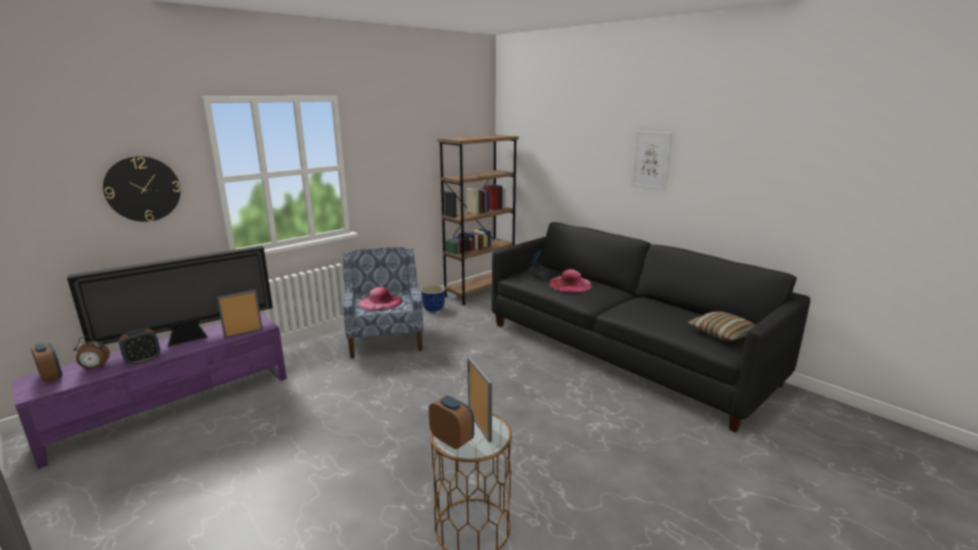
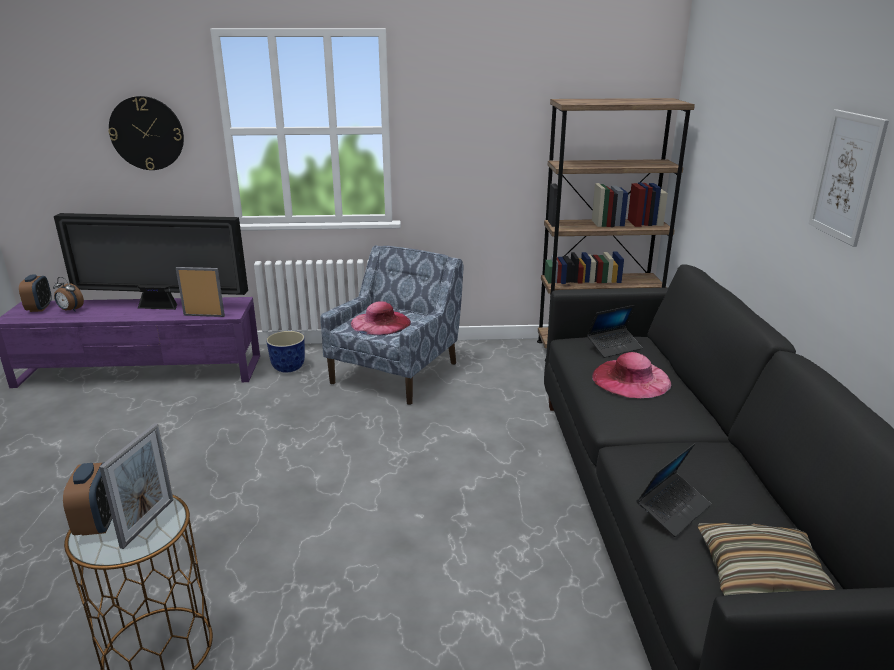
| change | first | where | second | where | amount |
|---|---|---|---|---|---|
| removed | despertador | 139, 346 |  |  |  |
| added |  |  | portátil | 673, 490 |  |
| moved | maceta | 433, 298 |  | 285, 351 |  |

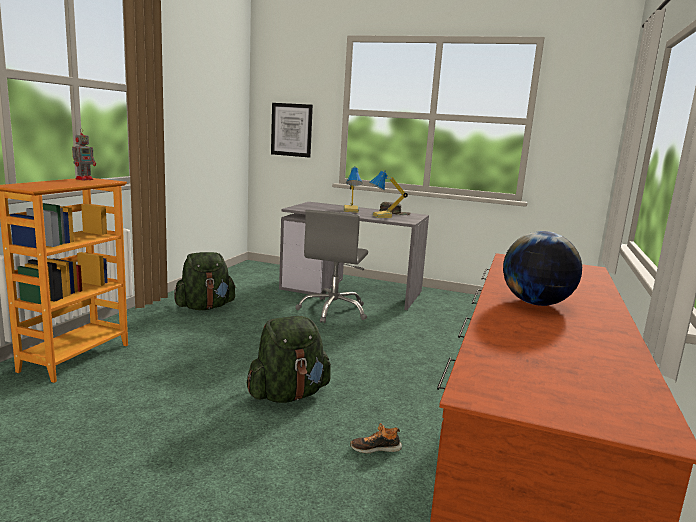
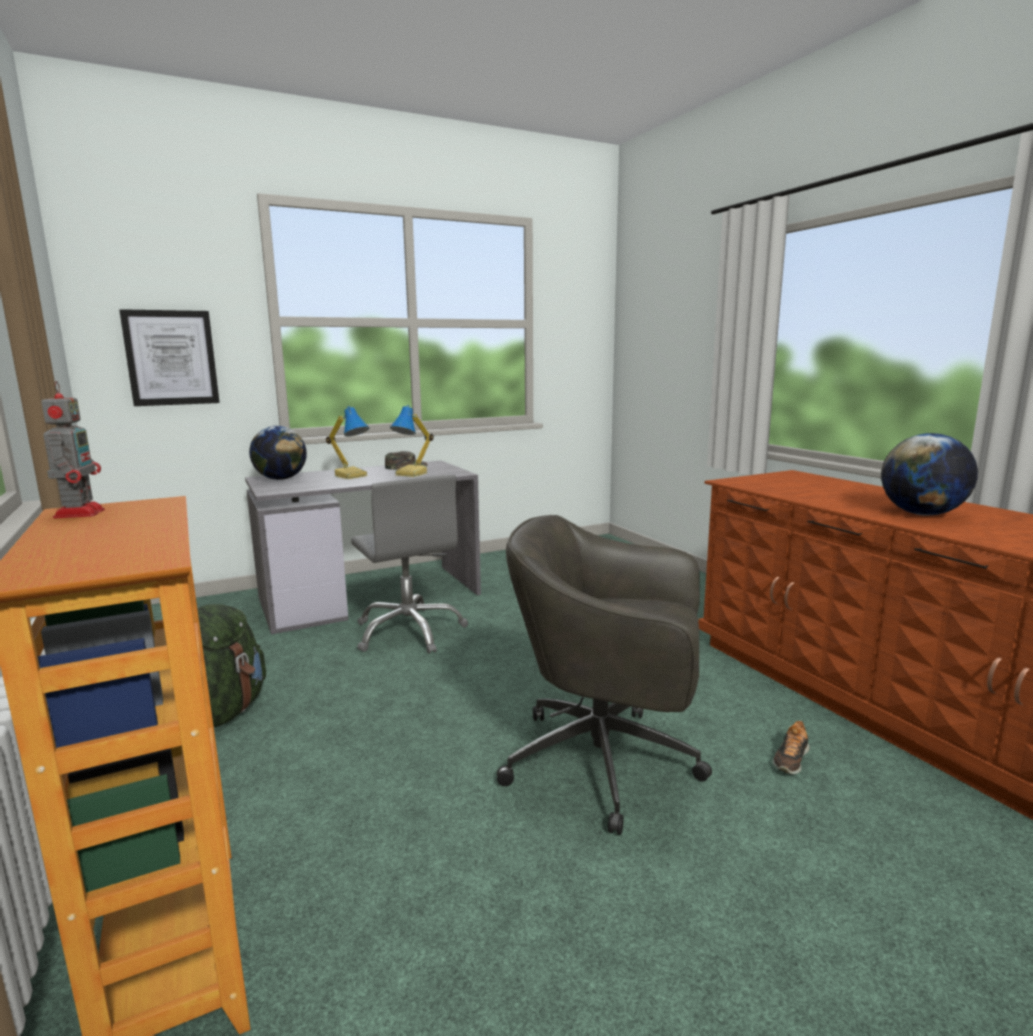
| change | first | where | second | where | amount |
|---|---|---|---|---|---|
| added |  |  | globo terráqueo | 278, 453 |  |
| replaced | mochila/verde | 289, 359 | silla de oficina/gris | 604, 675 |  |

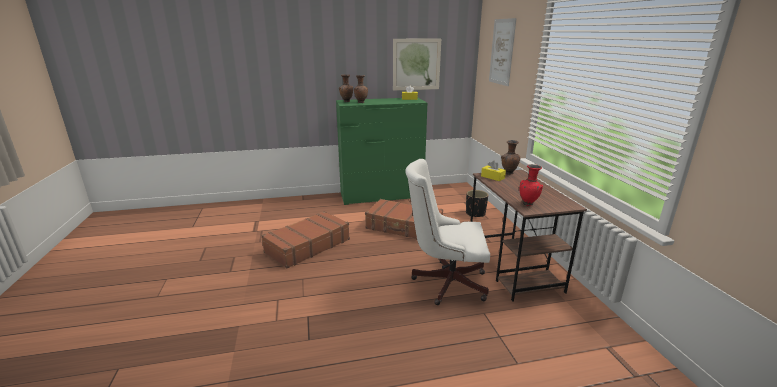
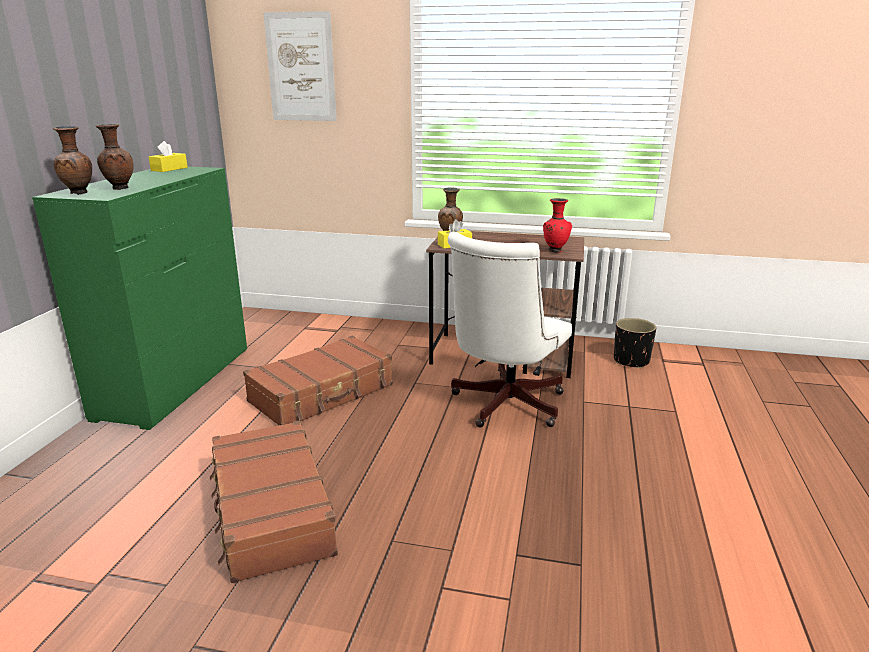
| change | first | where | second | where | amount |
|---|---|---|---|---|---|
| removed | cuadro | 417, 64 |  |  |  |
| moved | maceta/negro | 477, 203 |  | 635, 343 |  |

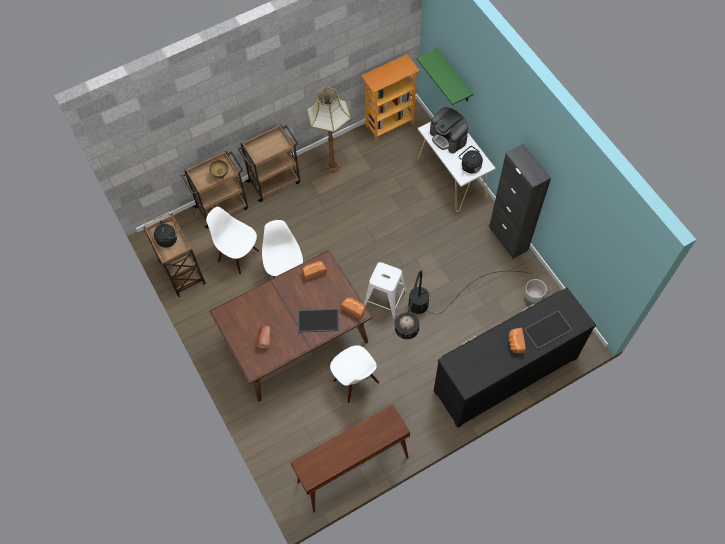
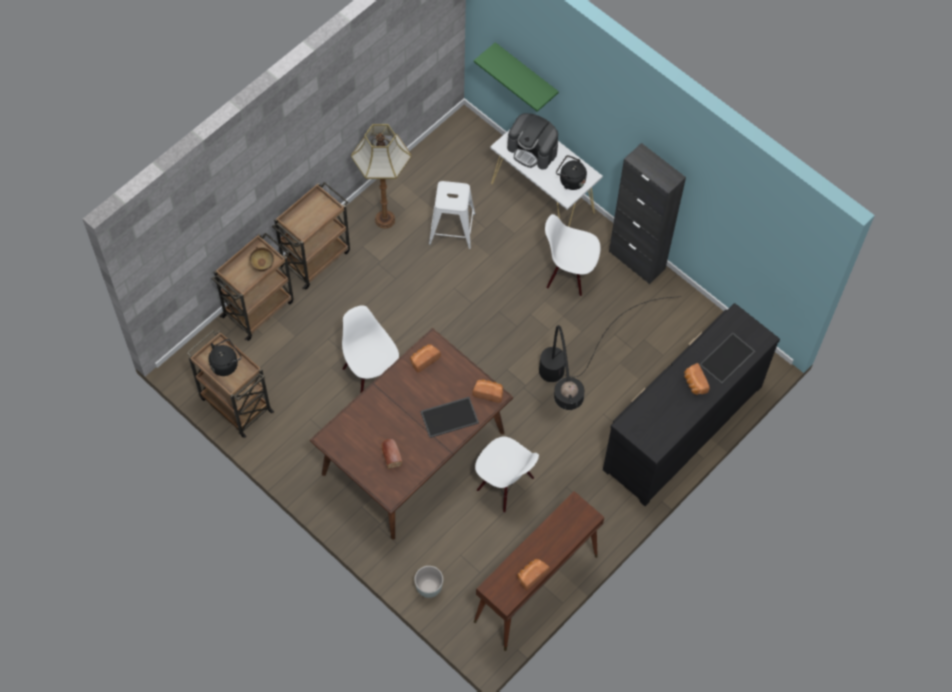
| change | first | where | second | where | amount |
|---|---|---|---|---|---|
| removed | estantería | 390, 98 |  |  |  |
| added |  |  | pan | 534, 574 |  |
| moved | silla/blanco | 232, 241 |  | 572, 255 |  |
| moved | taburete/blanco | 385, 290 |  | 452, 215 |  |
| moved | maceta/gris | 536, 291 |  | 428, 582 |  |

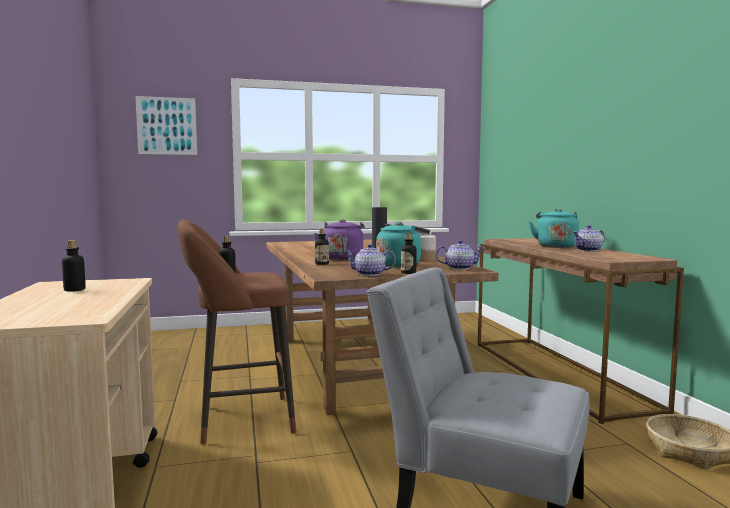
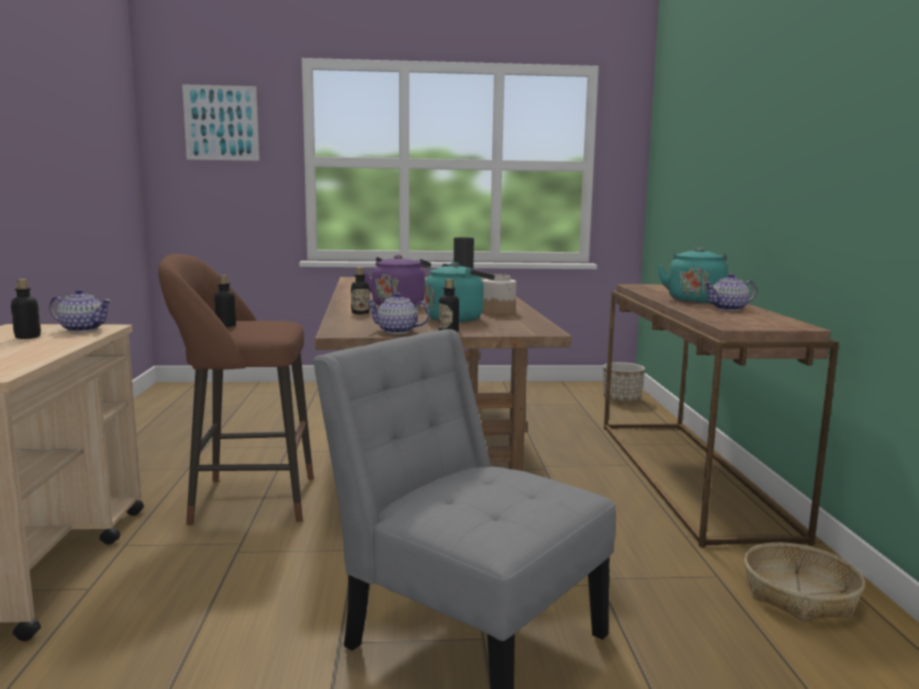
| change | first | where | second | where | amount |
|---|---|---|---|---|---|
| added |  |  | maceta | 624, 382 |  |
| moved | tetera | 460, 255 |  | 80, 310 |  |

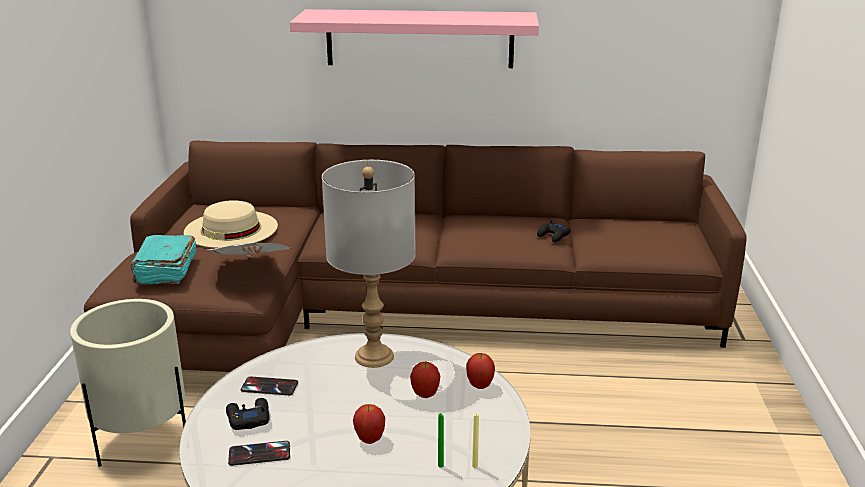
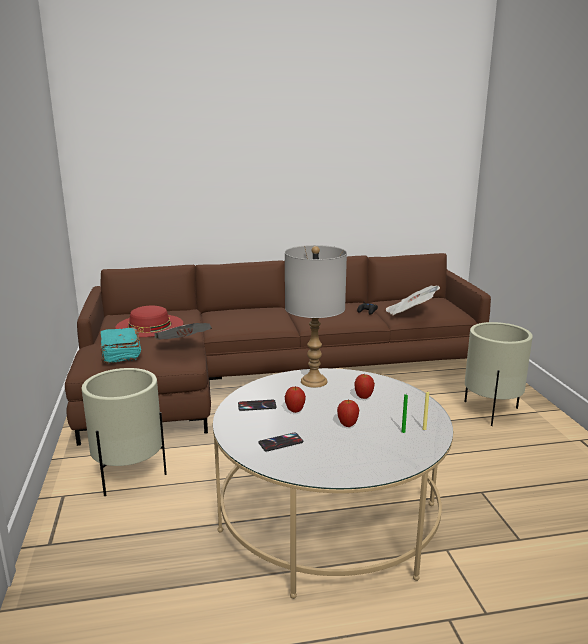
| change | first | where | second | where | amount |
|---|---|---|---|---|---|
| removed | mando de consola/negro | 248, 414 |  |  |  |
| removed | estante/rosa | 414, 38 |  |  |  |
| added |  |  | periódico | 412, 300 |  |
| added |  |  | maceta/beis | 498, 374 |  |
| moved | manzana | 480, 371 |  | 295, 400 |  |
| recoloured | sombrero/beis | 231, 224 | sombrero/rojo | 149, 321 |  |

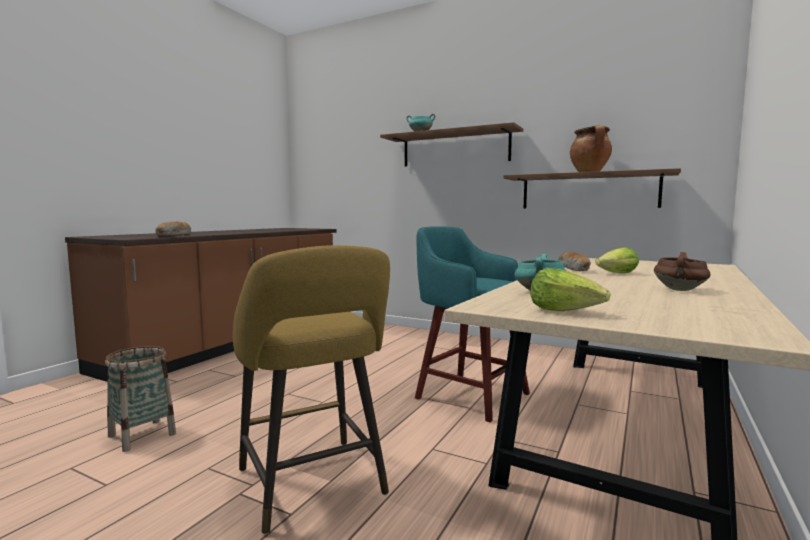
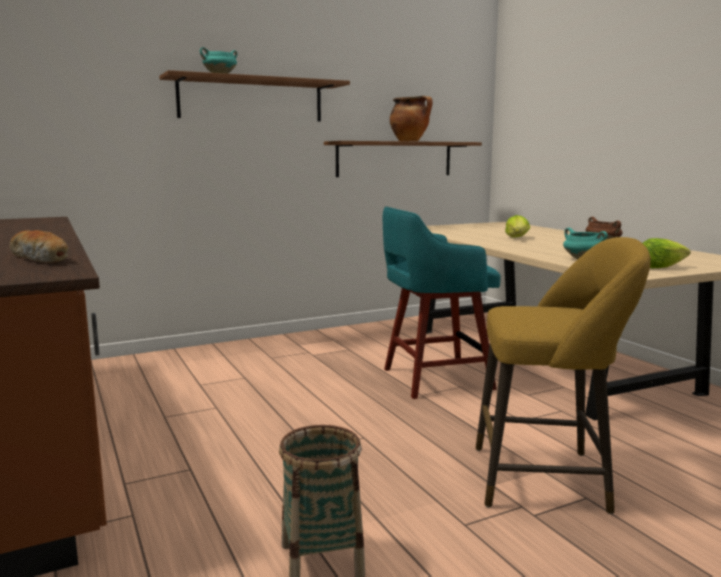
| change | first | where | second | where | amount |
|---|---|---|---|---|---|
| removed | pan | 574, 261 |  |  |  |

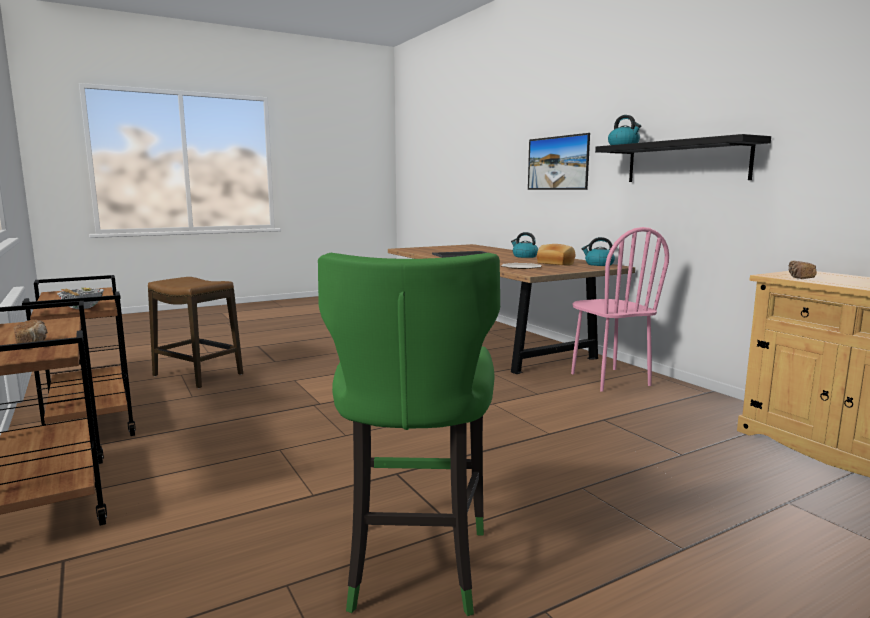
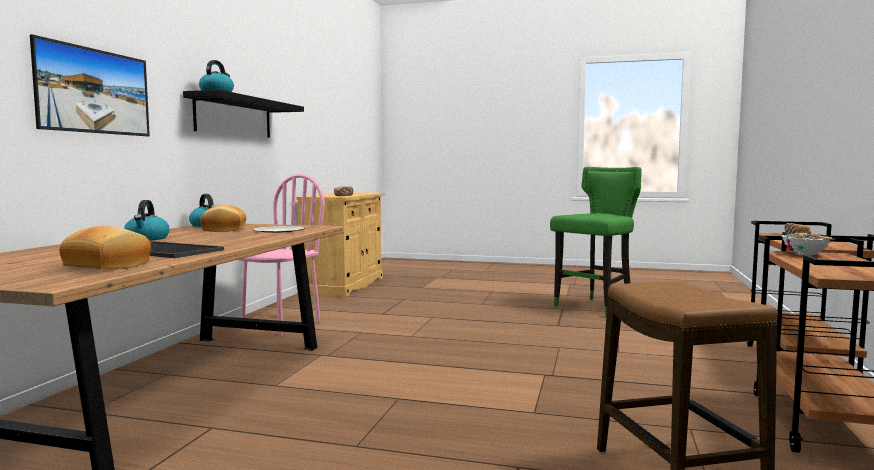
| change | first | where | second | where | amount |
|---|---|---|---|---|---|
| added |  |  | pan | 105, 248 |  |

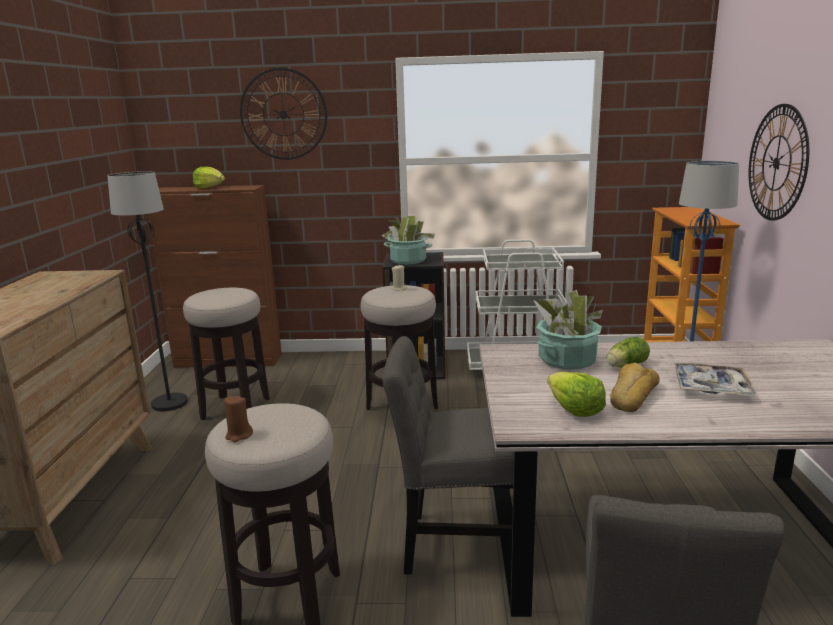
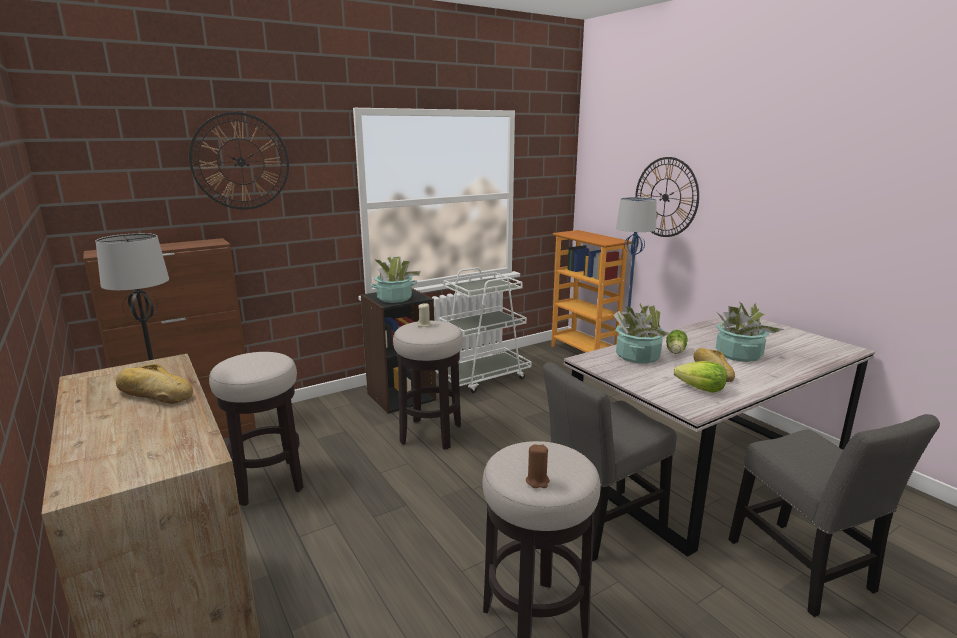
| change | first | where | second | where | amount |
|---|---|---|---|---|---|
| removed | lechuga | 209, 177 |  |  |  |
| added |  |  | pan | 154, 384 |  |
| replaced | bandeja | 715, 379 | planta en maceta | 750, 331 |  |

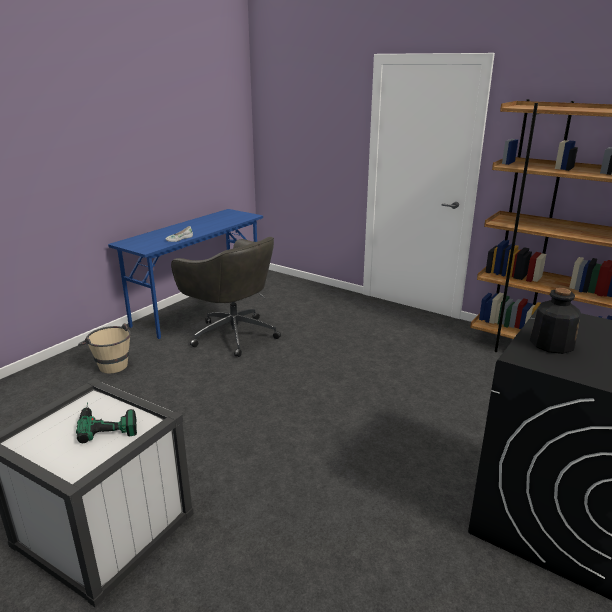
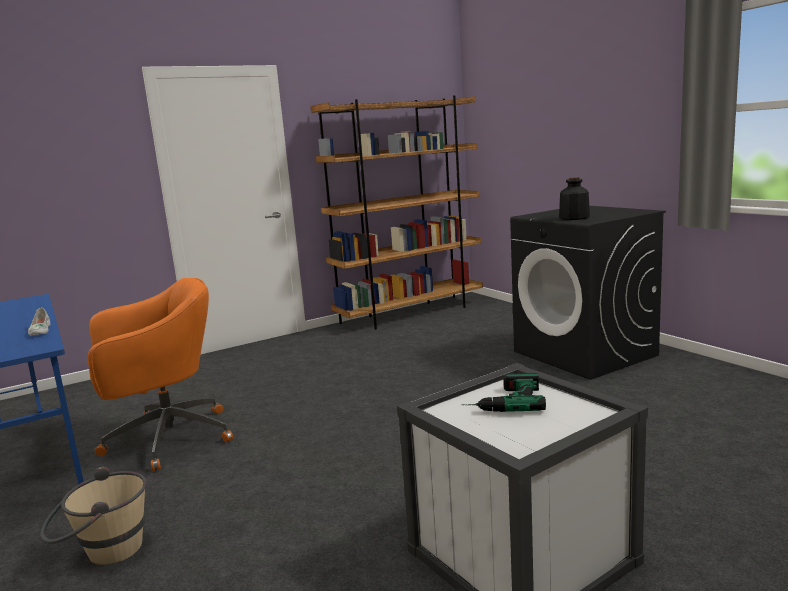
| change | first | where | second | where | amount |
|---|---|---|---|---|---|
| recoloured | silla de oficina/gris | 226, 297 | silla de oficina/naranja | 160, 375 |  |

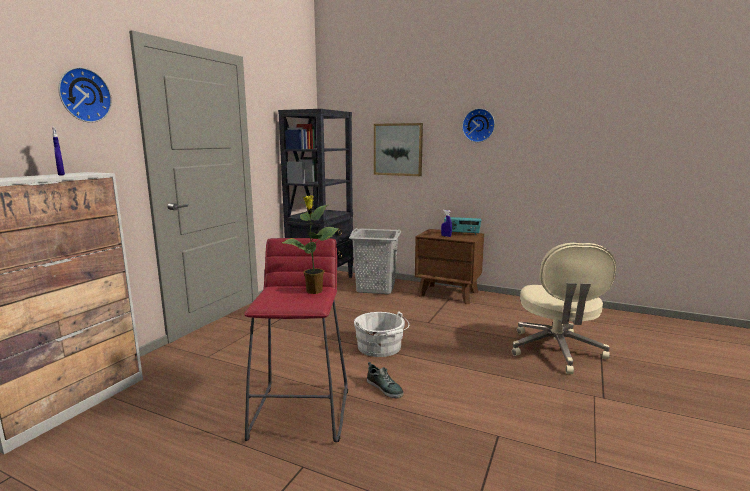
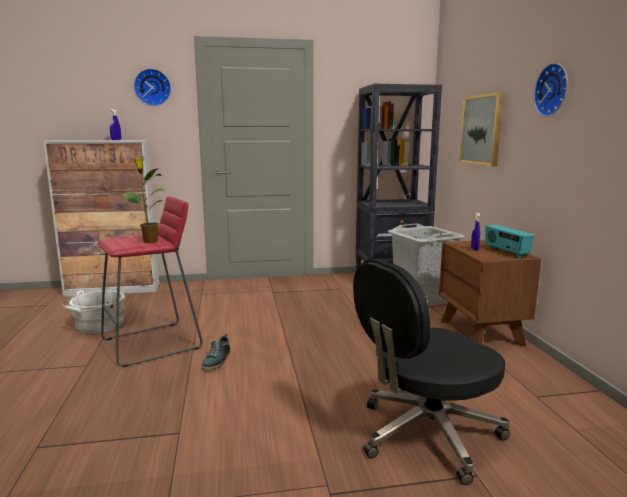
| change | first | where | second | where | amount |
|---|---|---|---|---|---|
| moved | cubo/blanco | 381, 334 |  | 93, 312 |  |
| recoloured | silla de oficina/beis | 564, 308 | silla de oficina/negro | 431, 371 |  |

